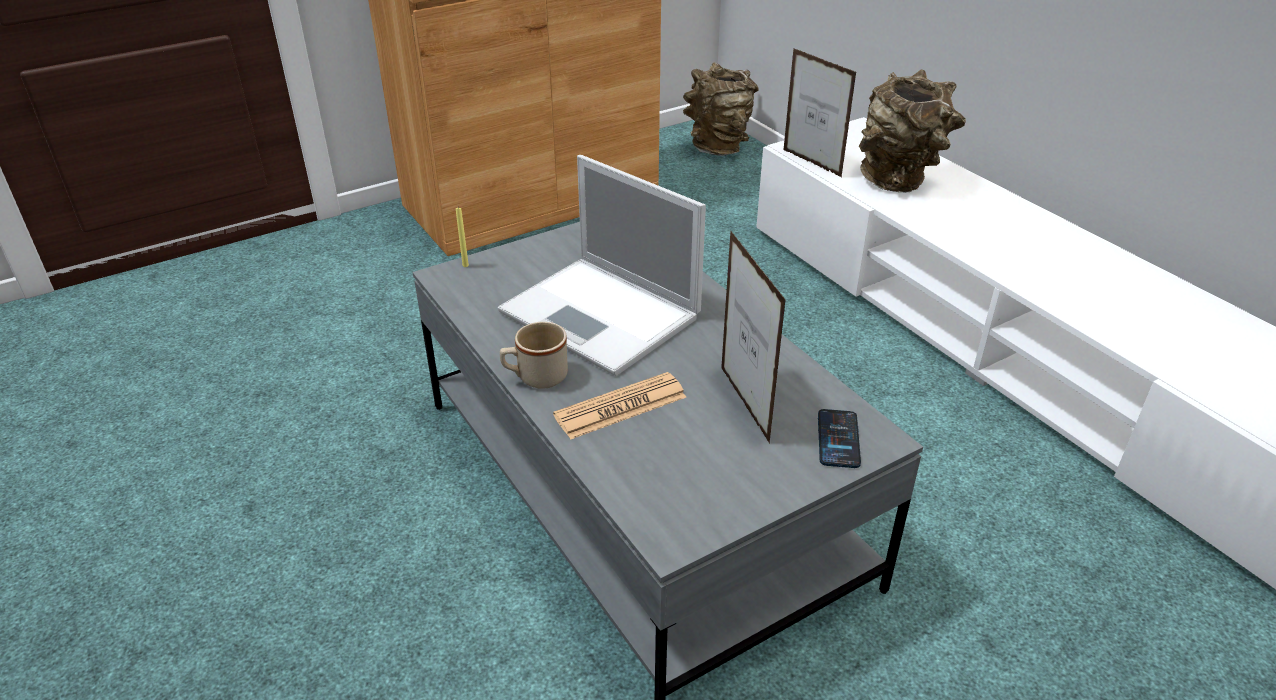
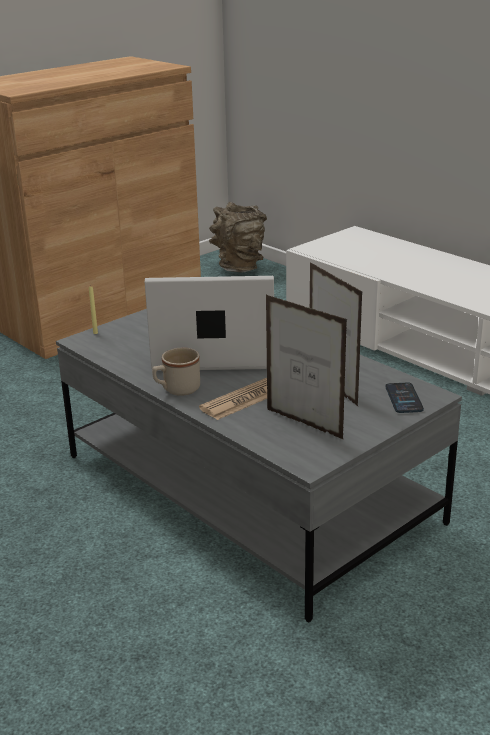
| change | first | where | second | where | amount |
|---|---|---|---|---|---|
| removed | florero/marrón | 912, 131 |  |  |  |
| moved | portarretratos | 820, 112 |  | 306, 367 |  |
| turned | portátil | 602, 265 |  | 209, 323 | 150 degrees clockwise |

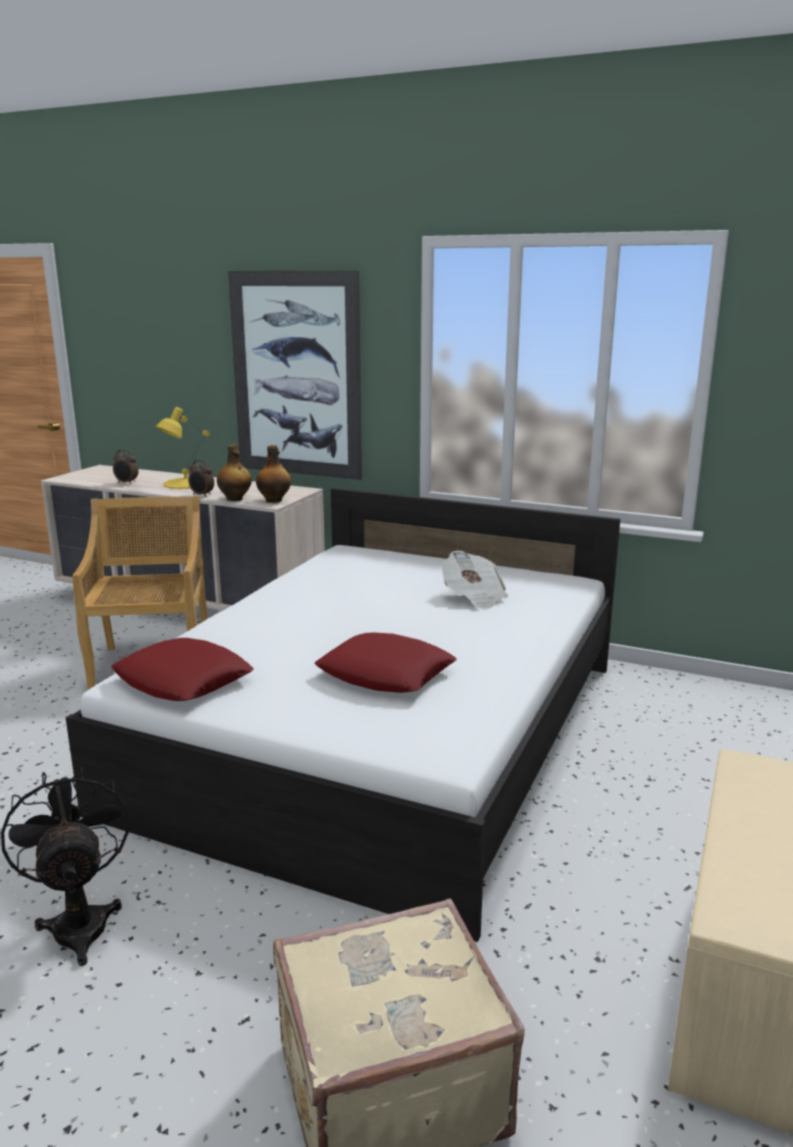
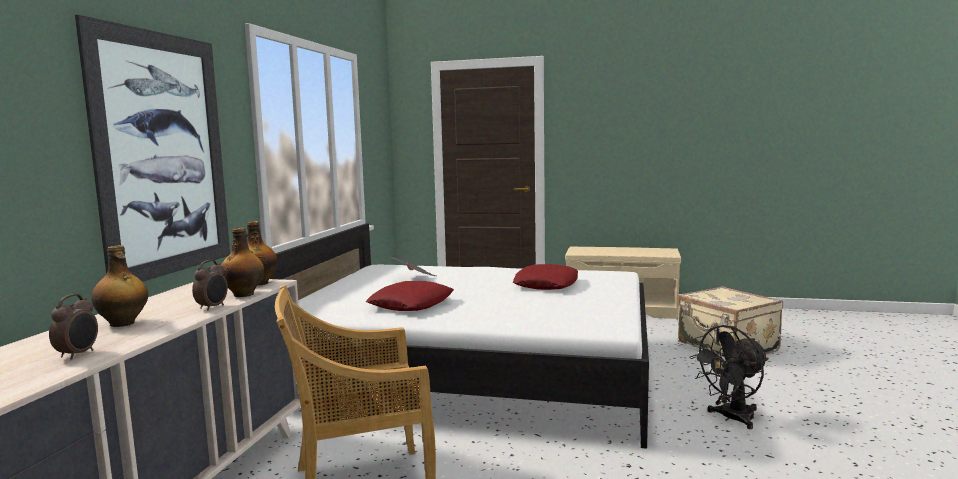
| change | first | where | second | where | amount |
|---|---|---|---|---|---|
| moved | cojín/rojo | 182, 669 |  | 409, 296 |  |
| replaced | lámpara de mesa/amarillo | 183, 448 | botella | 119, 286 |  |

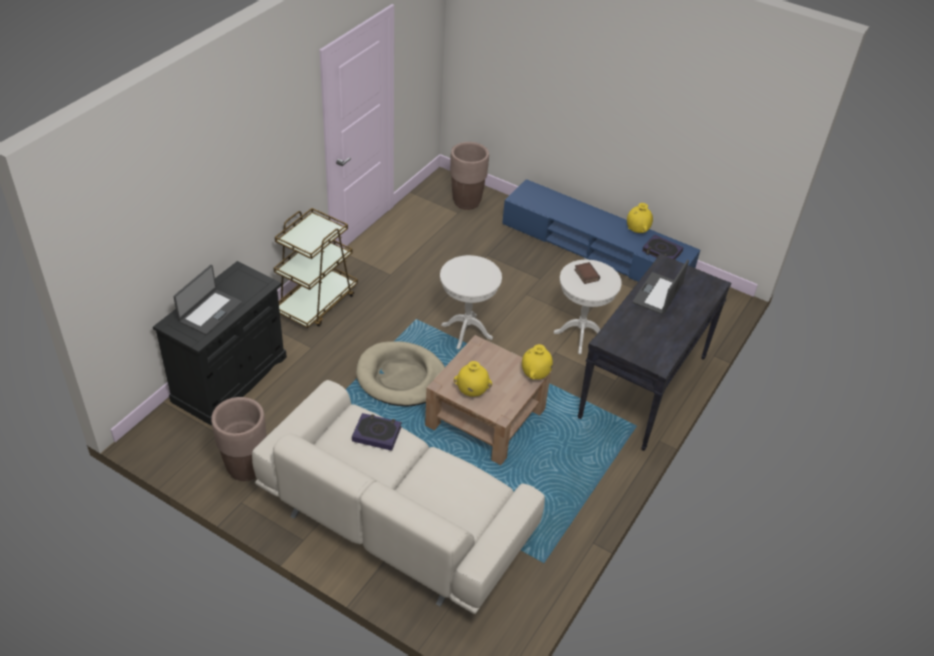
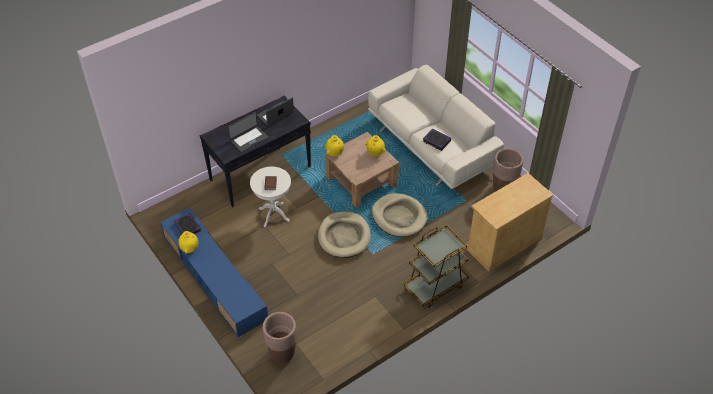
| change | first | where | second | where | amount |
|---|---|---|---|---|---|
| moved | portátil | 207, 300 |  | 275, 111 |  |
| replaced | mesa auxiliar/blanco | 471, 302 | cama para perro/beis | 344, 234 |  |
| recoloured | armario/negro | 220, 343 | armario/beis | 510, 222 |  |

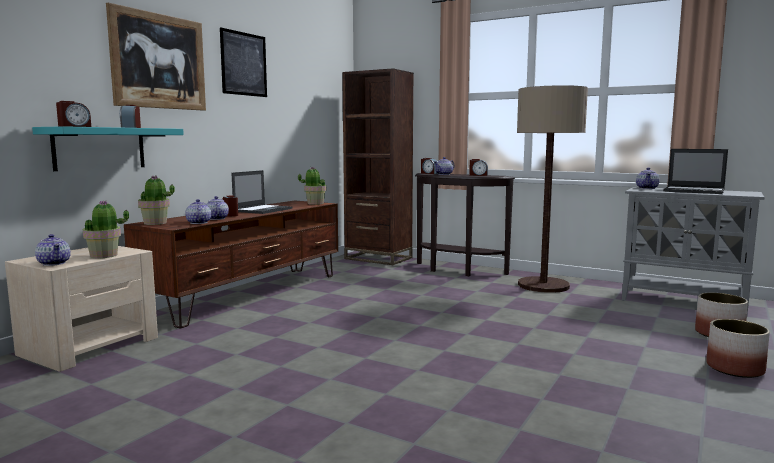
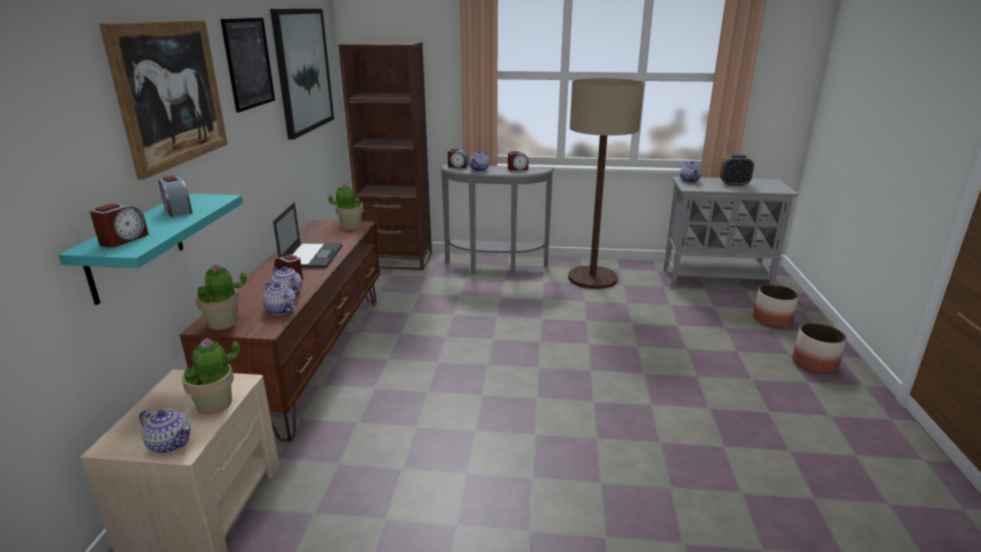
| change | first | where | second | where | amount |
|---|---|---|---|---|---|
| added |  |  | cuadro | 302, 74 |  |
| replaced | portátil | 695, 171 | despertador | 737, 170 |  |
| recoloured | mesa consola/marrón | 465, 224 | mesa consola/gris | 497, 220 |  |

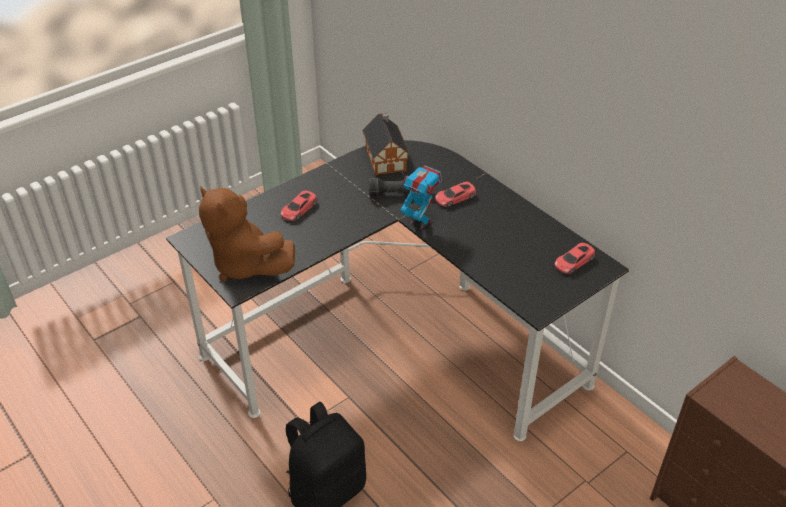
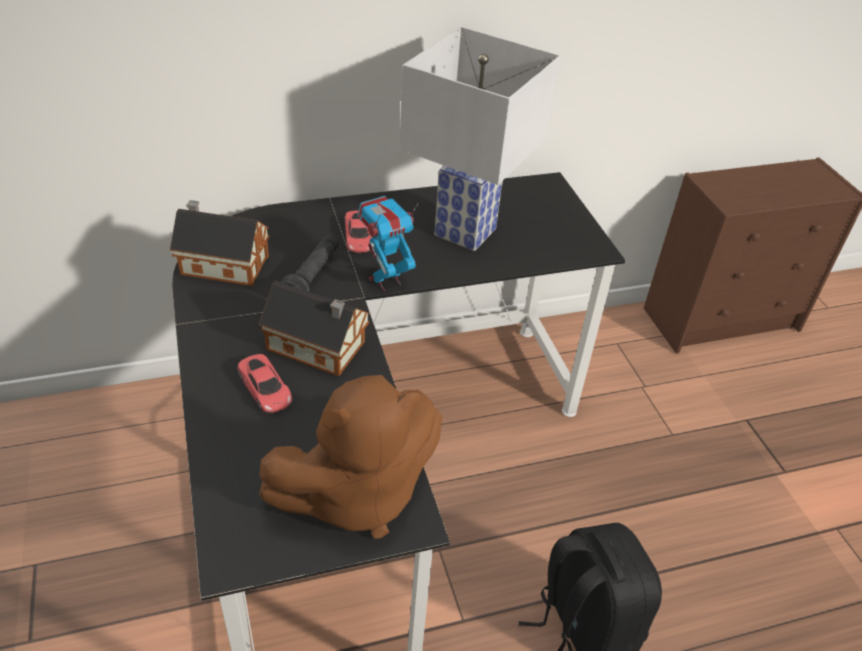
| change | first | where | second | where | amount |
|---|---|---|---|---|---|
| removed | coche de juguete/rojo | 574, 258 |  |  |  |
| added |  |  | casita | 314, 328 |  |
| added |  |  | lámpara de mesa/blanco | 480, 139 |  |

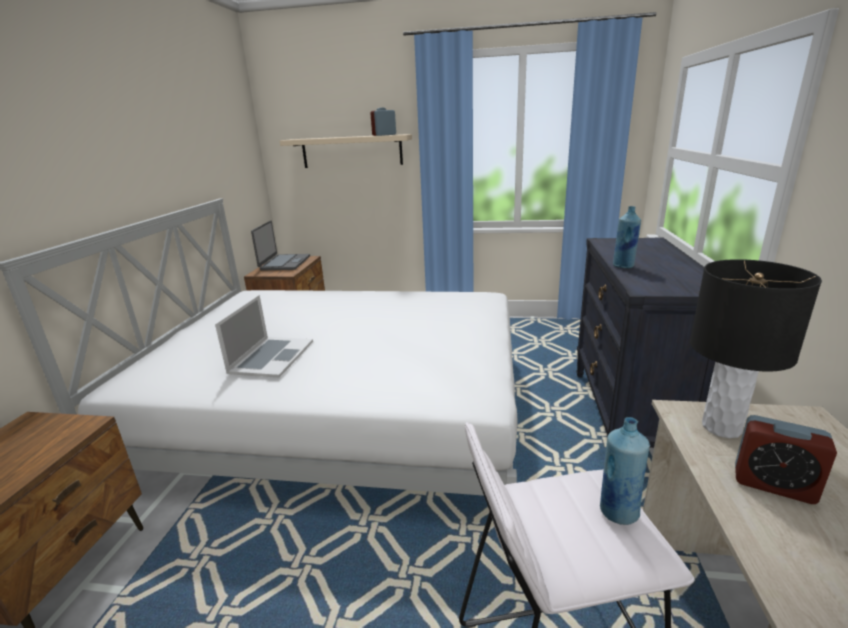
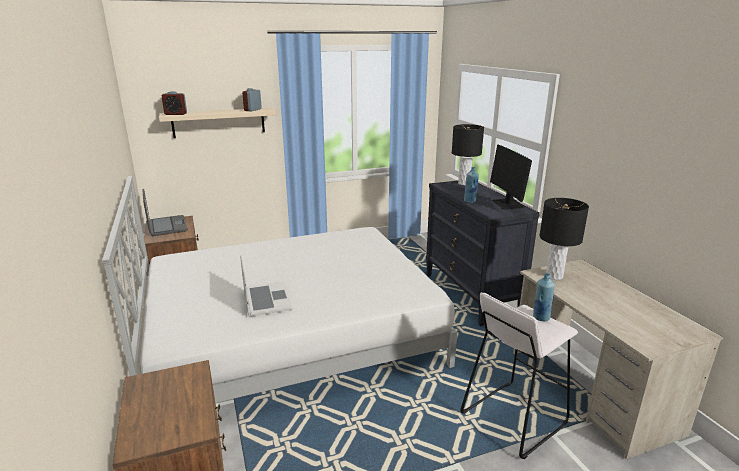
| change | first | where | second | where | amount |
|---|---|---|---|---|---|
| added |  |  | lámpara de mesa/negro | 468, 154 |  |
| added |  |  | monitor | 511, 177 |  |
| moved | despertador | 786, 459 |  | 174, 103 |  |

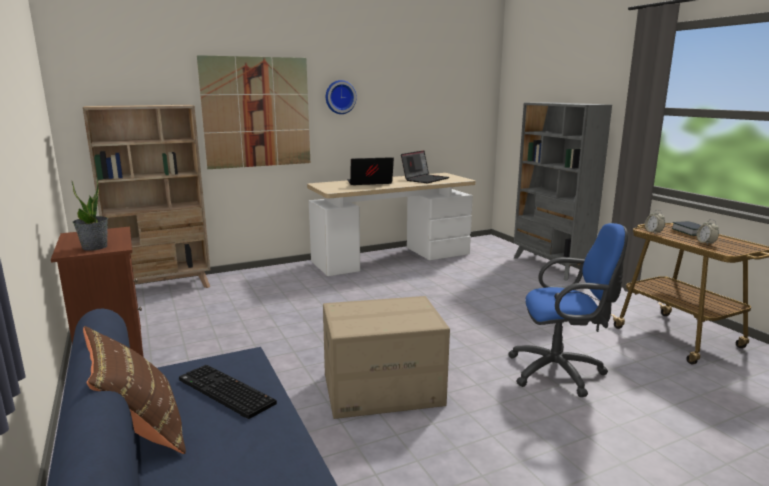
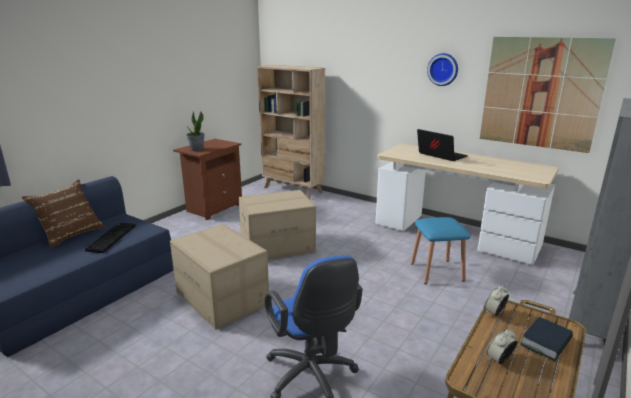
| change | first | where | second | where | amount |
|---|---|---|---|---|---|
| removed | portátil | 425, 166 |  |  |  |
| added |  |  | caja de cartón | 277, 224 |  |
| added |  |  | taburete/azul | 441, 250 |  |
| moved | cuadro | 253, 112 |  | 548, 95 |  |

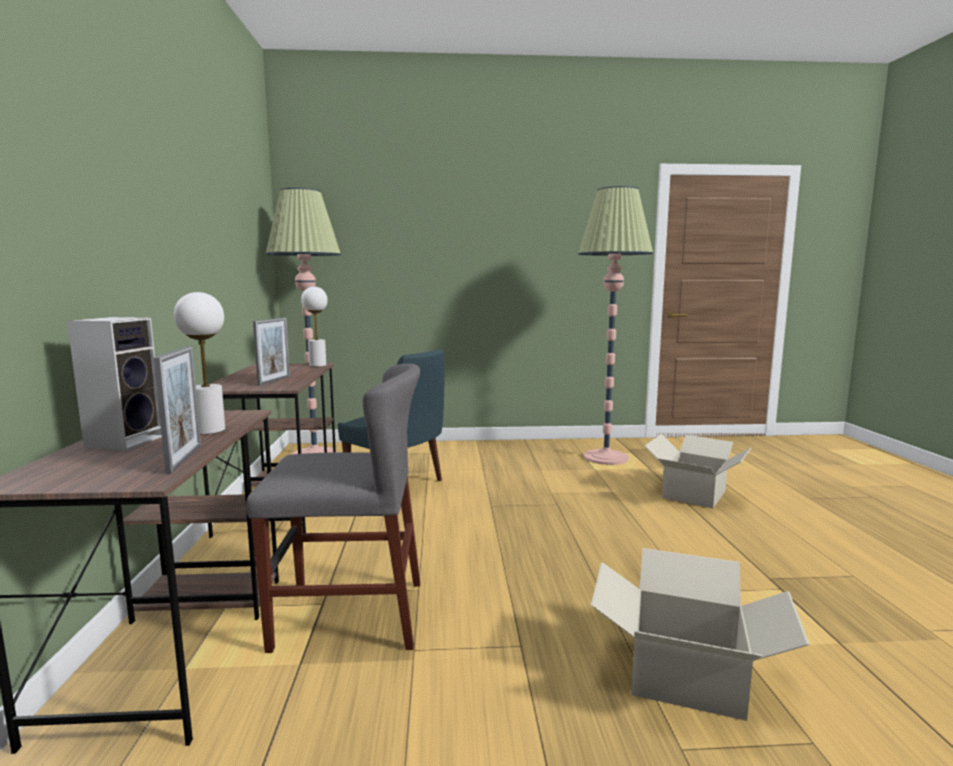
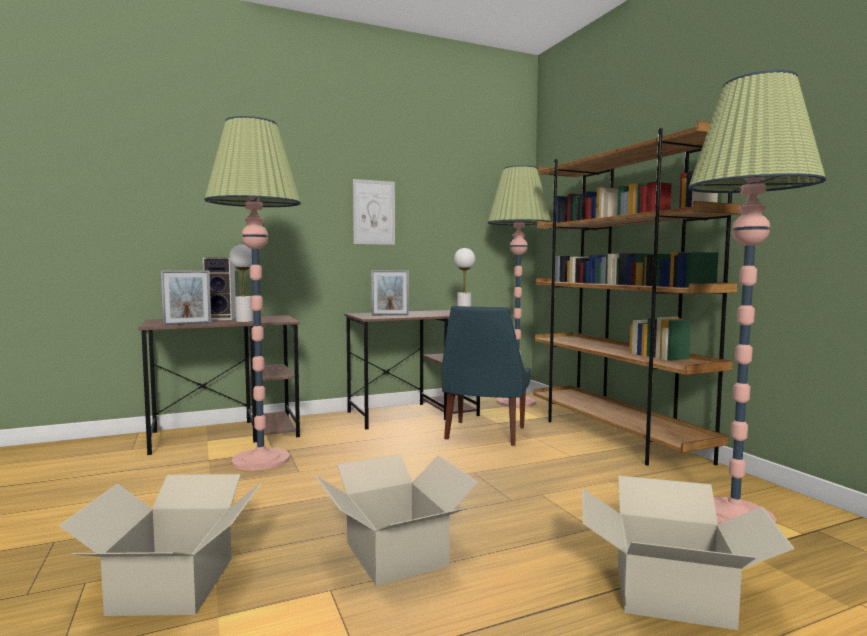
| change | first | where | second | where | amount |
|---|---|---|---|---|---|
| added |  |  | caja de cartón | 397, 520 |  |
| added |  |  | cuadro | 374, 212 |  |
| added |  |  | estantería/marrón | 638, 293 |  |
| replaced | silla/gris | 333, 508 | lámpara de pie | 252, 293 |  |

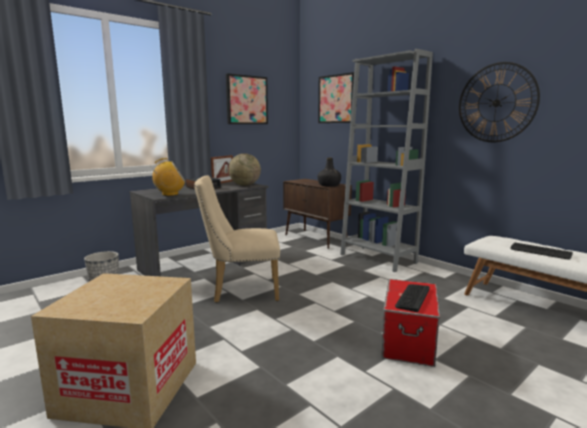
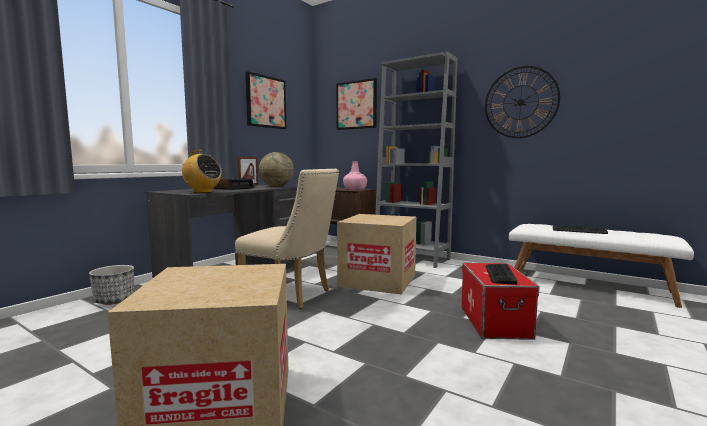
| change | first | where | second | where | amount |
|---|---|---|---|---|---|
| added |  |  | caja de cartón | 376, 254 |  |
| recoloured | botella/negro | 329, 172 | botella/rosa | 355, 175 |  |
| turned | radio | 169, 177 |  | 200, 171 | 60 degrees clockwise |
| turned | silla/beis | 237, 239 |  | 287, 239 | 135 degrees counterclockwise |

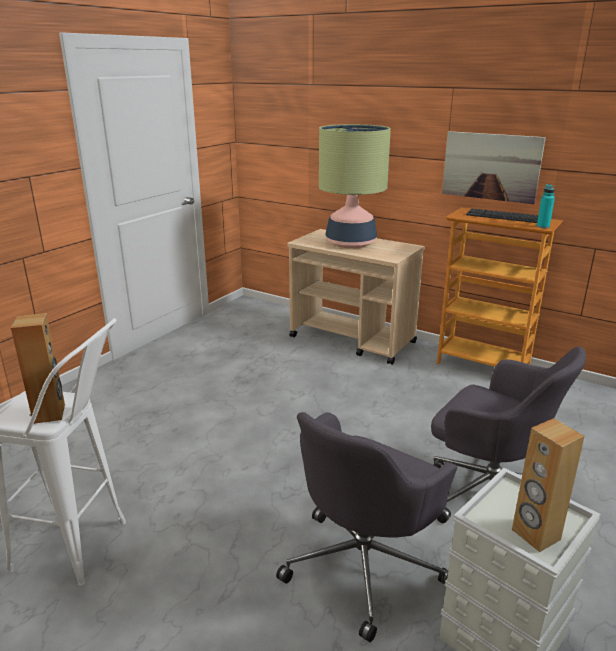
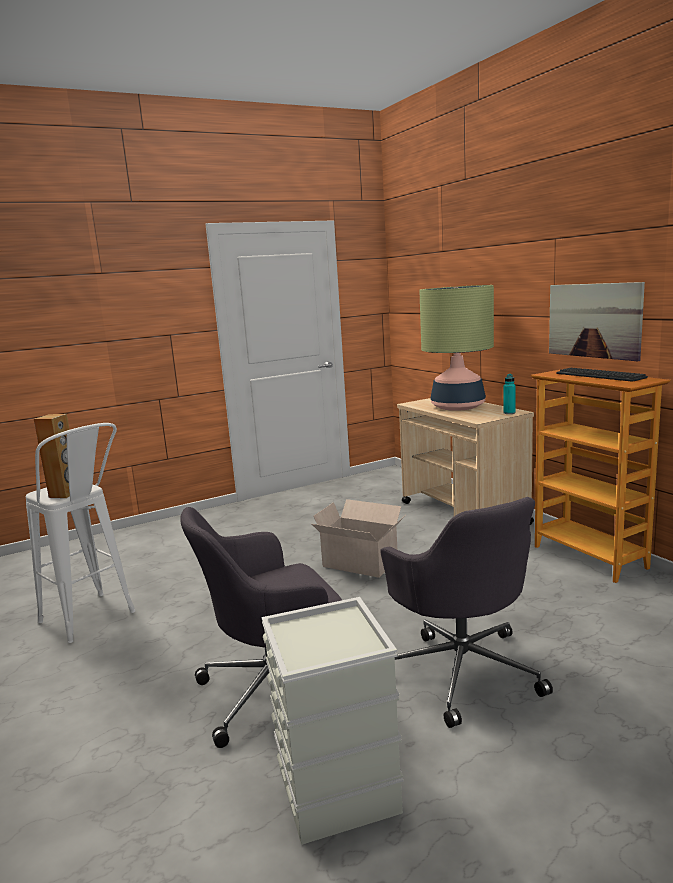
| change | first | where | second | where | amount |
|---|---|---|---|---|---|
| removed | altavoz/marrón | 548, 485 |  |  |  |
| added |  |  | caja de cartón | 359, 538 |  |
| moved | botella/turquesa | 546, 206 |  | 509, 394 |  |

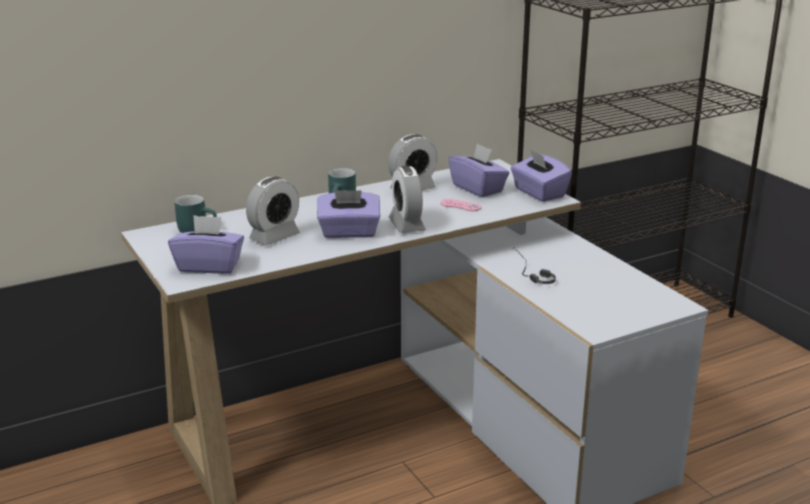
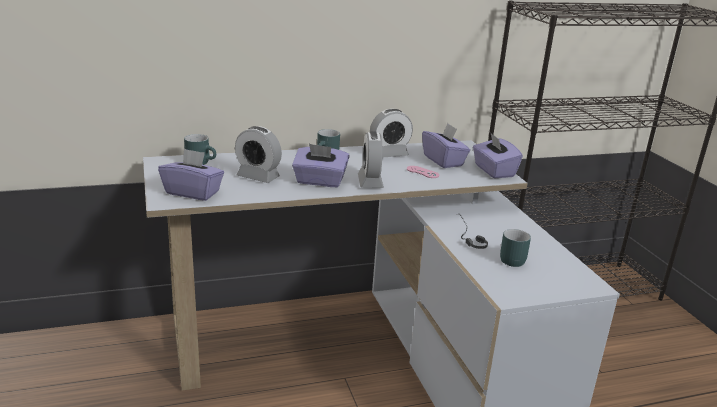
| change | first | where | second | where | amount |
|---|---|---|---|---|---|
| added |  |  | taza grande/turquesa | 515, 248 |  |
| turned | despertador | 273, 211 |  | 258, 154 | 60 degrees clockwise |

